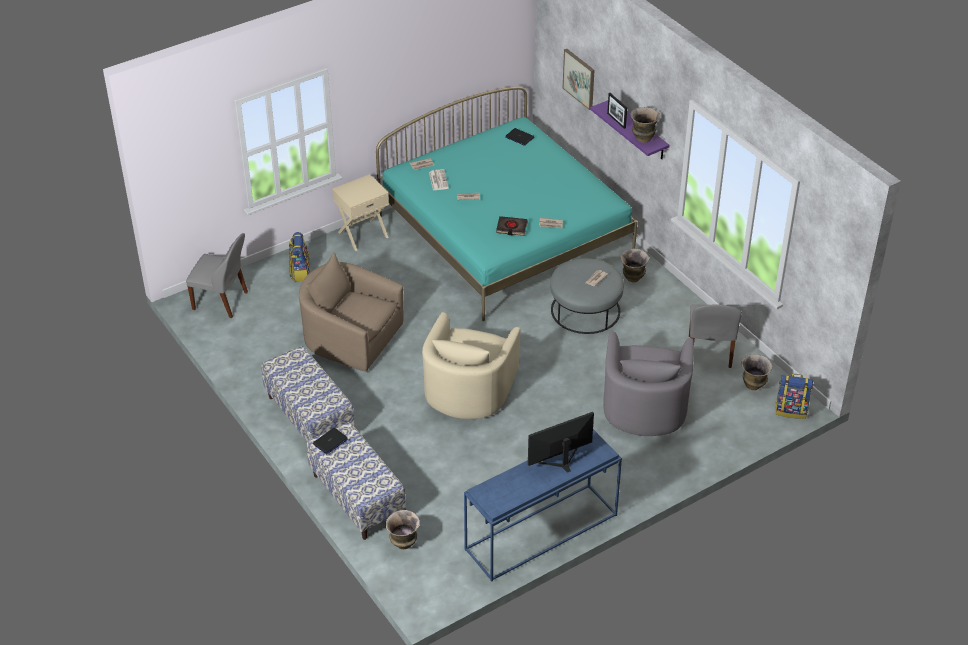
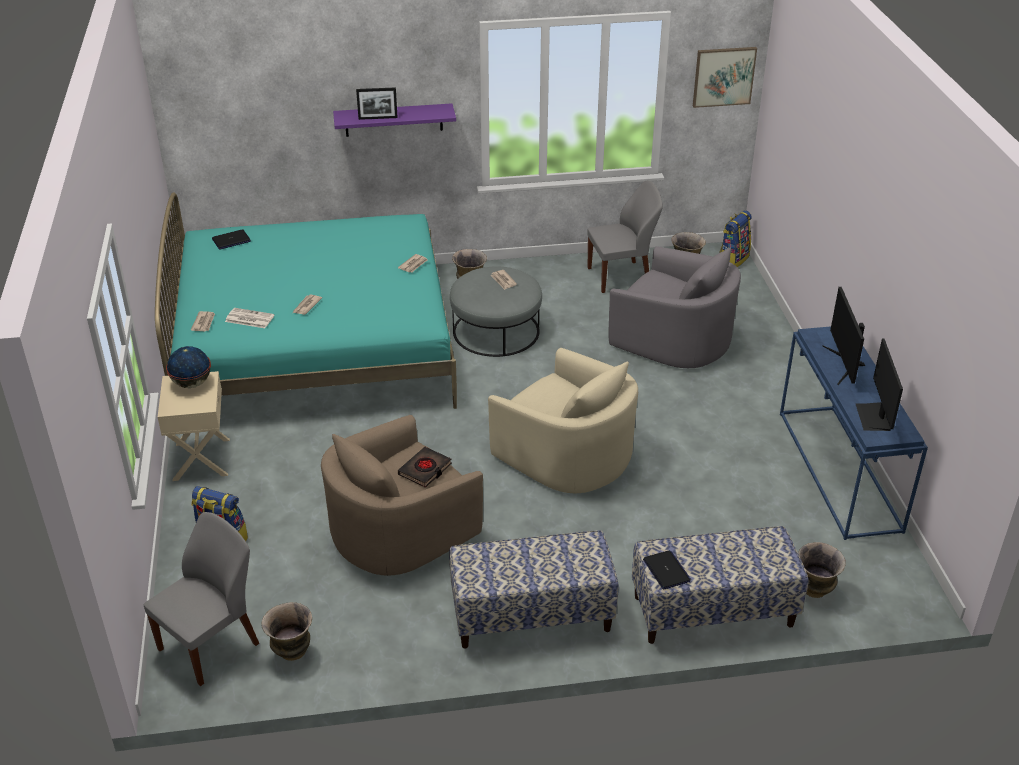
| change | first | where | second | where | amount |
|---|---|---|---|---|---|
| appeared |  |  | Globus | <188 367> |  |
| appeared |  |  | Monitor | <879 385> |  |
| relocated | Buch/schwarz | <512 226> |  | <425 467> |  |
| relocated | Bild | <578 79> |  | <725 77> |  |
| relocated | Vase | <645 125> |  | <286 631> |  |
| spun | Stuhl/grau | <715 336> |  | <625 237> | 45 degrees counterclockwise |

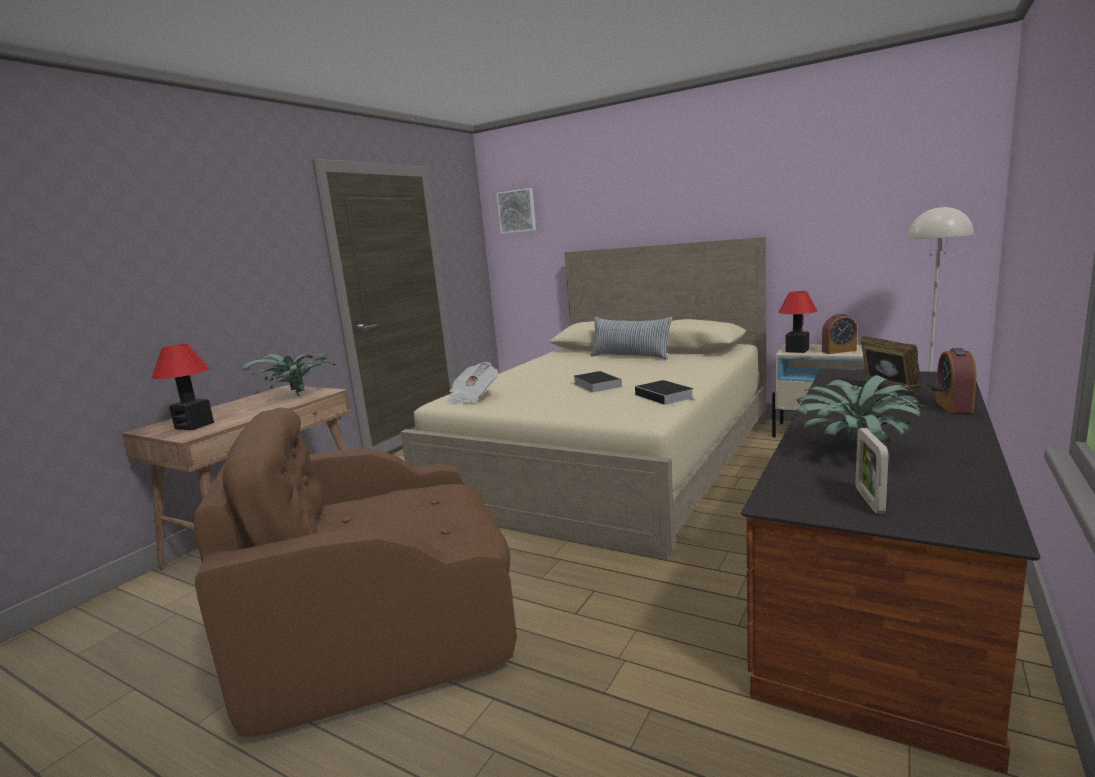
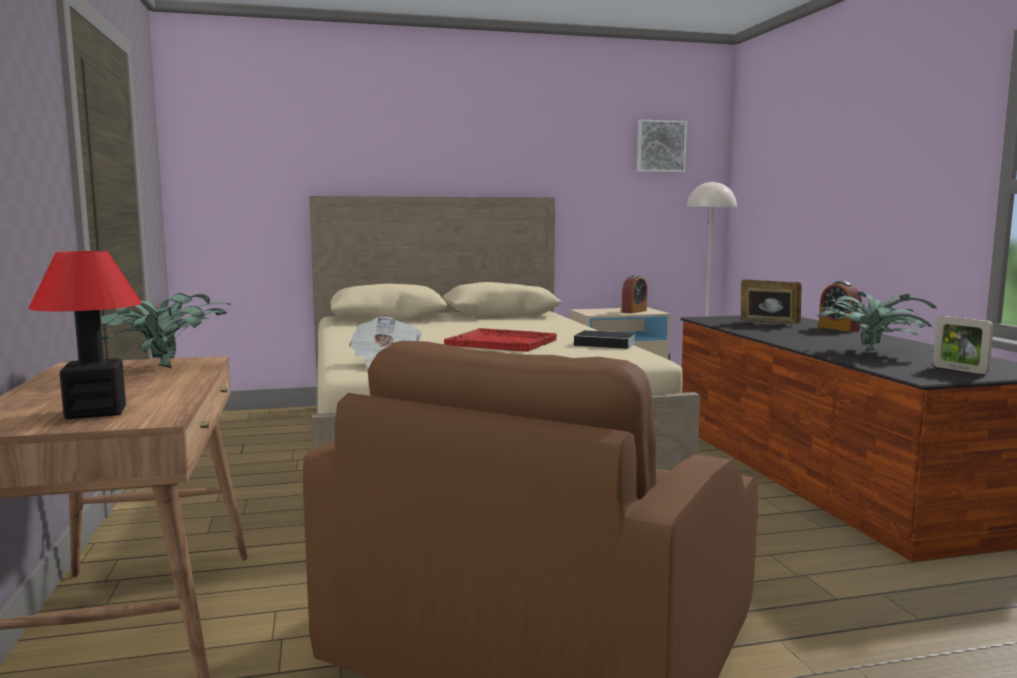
| change | first | where | second | where | amount |
|---|---|---|---|---|---|
| missing | Kissen | <631 338> |  |  |  |
| missing | Tischlampe | <798 322> |  |  |  |
| relocated | Bild | <516 211> |  | <662 146> |  |
| exchanged | Buch | <598 381> | Tablett/rot | <500 340> |  |

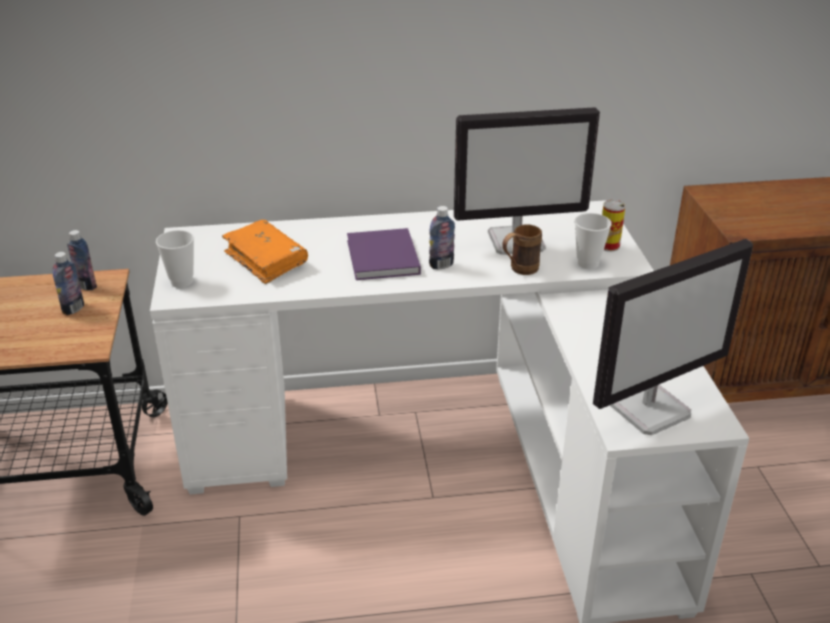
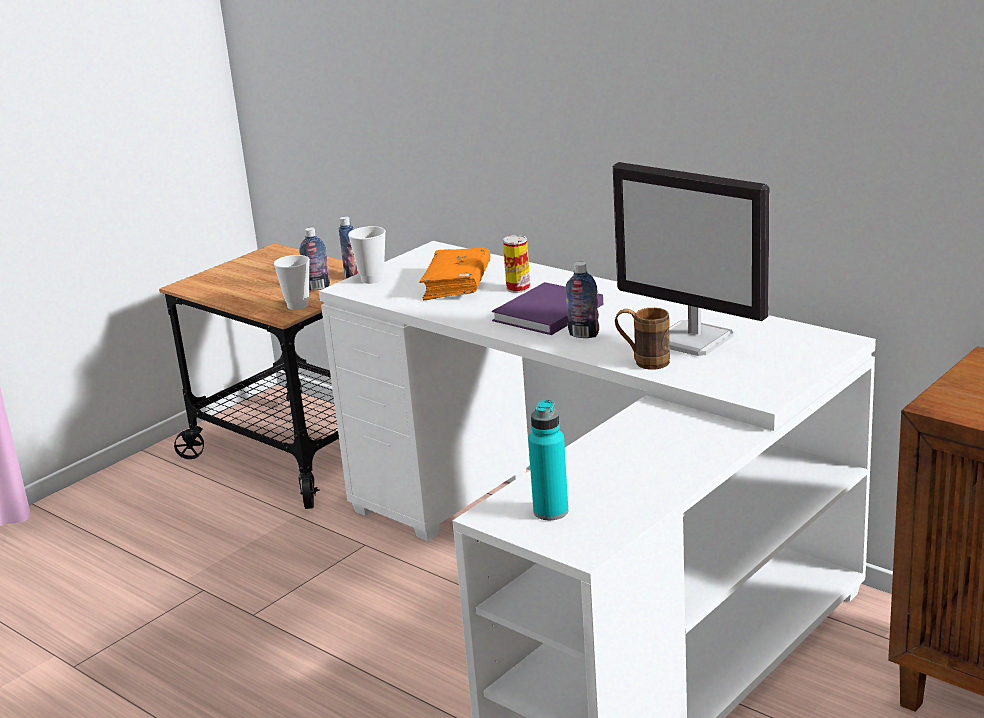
| change | first | where | second | where | amount |
|---|---|---|---|---|---|
| relocated | Tasse | <593 241> |  | <292 282> |  |
| relocated | Dose | <614 226> |  | <516 264> |  |
| exchanged | Monitor | <673 337> | Flasche/türkis | <548 459> |  |

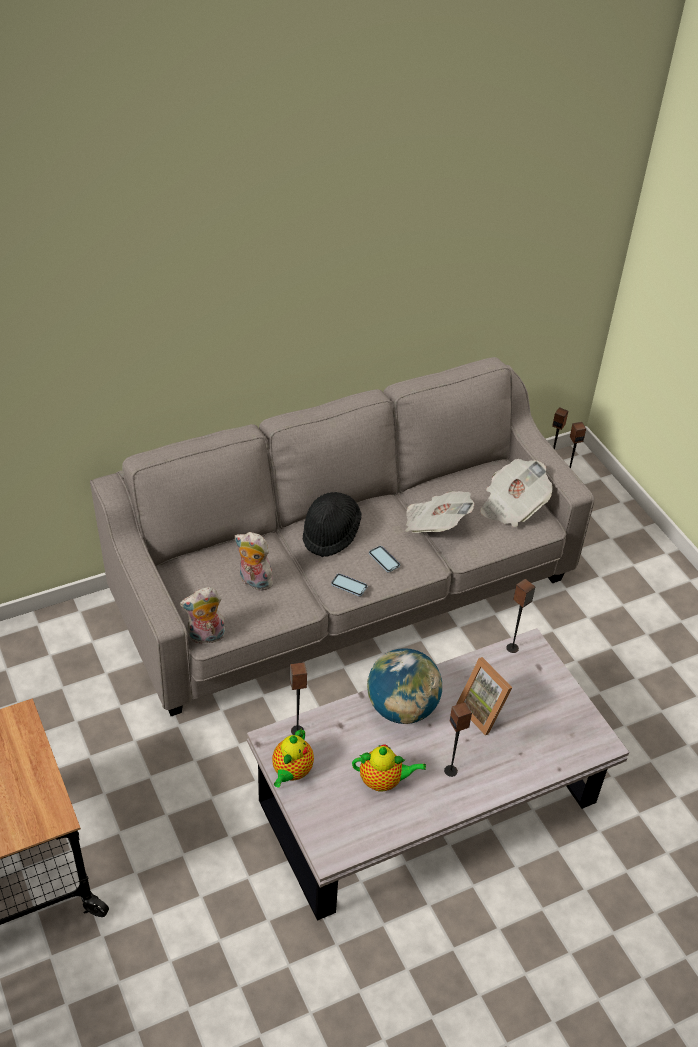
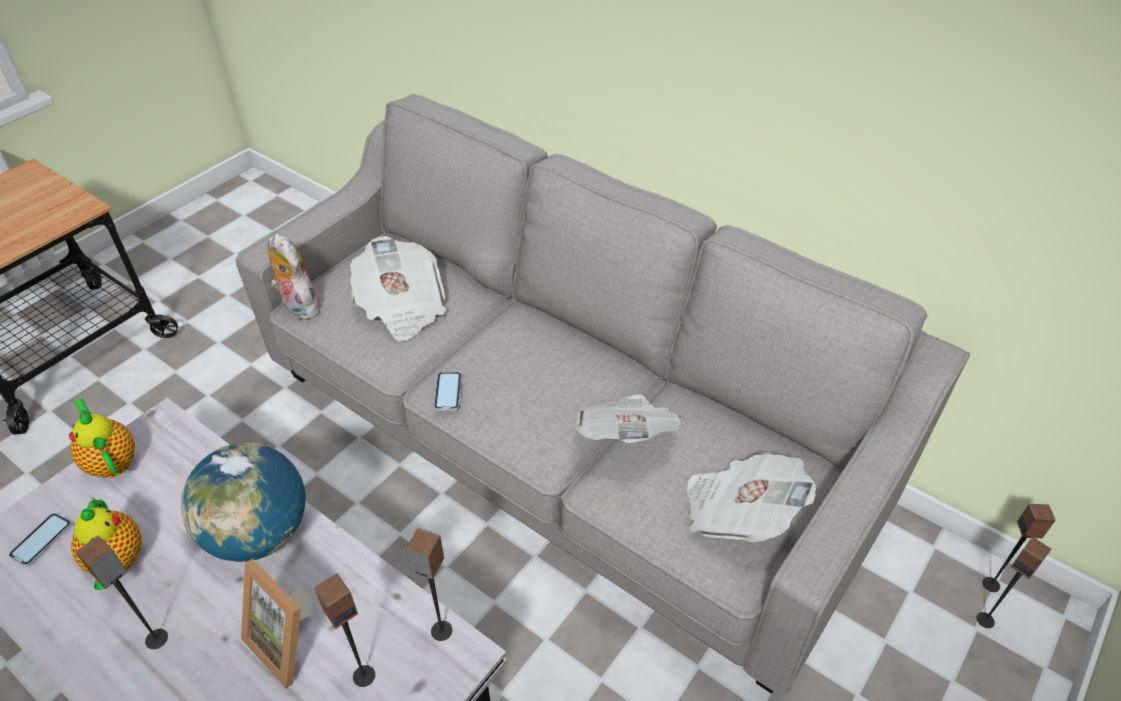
| change | first | where | second | where | amount |
|---|---|---|---|---|---|
| missing | Hut/schwarz | <332 524> |  |  |  |
| relocated | Lautsprecher | <298 698> |  | <344 630> |  |
| relocated | Handy | <384 559> |  | <40 539> |  |
| exchanged | Plüschtier | <254 561> | Zeitung | <398 289> |  |
| spun | Teekanne | <293 758> |  | <102 438> | 60 degrees clockwise |
| spun | Bilderrahmen | <484 696> |  | <277 623> | 75 degrees counterclockwise |

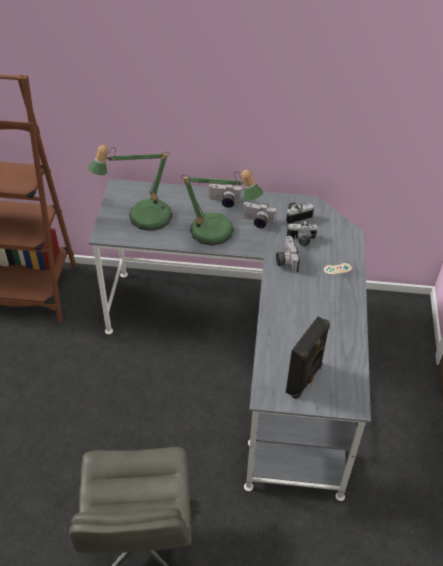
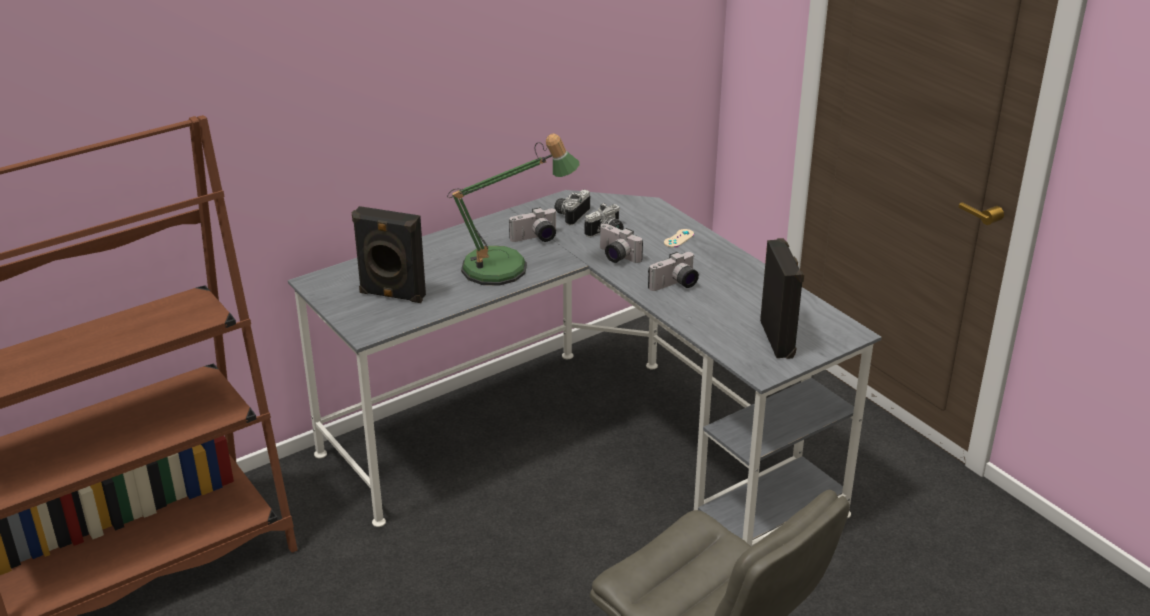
| change | first | where | second | where | amount |
|---|---|---|---|---|---|
| relocated | Kamera | <225 196> |  | <673 271> |  |
| exchanged | Tischlampe | <129 188> | Lautsprecher/schwarz | <389 254> |  |

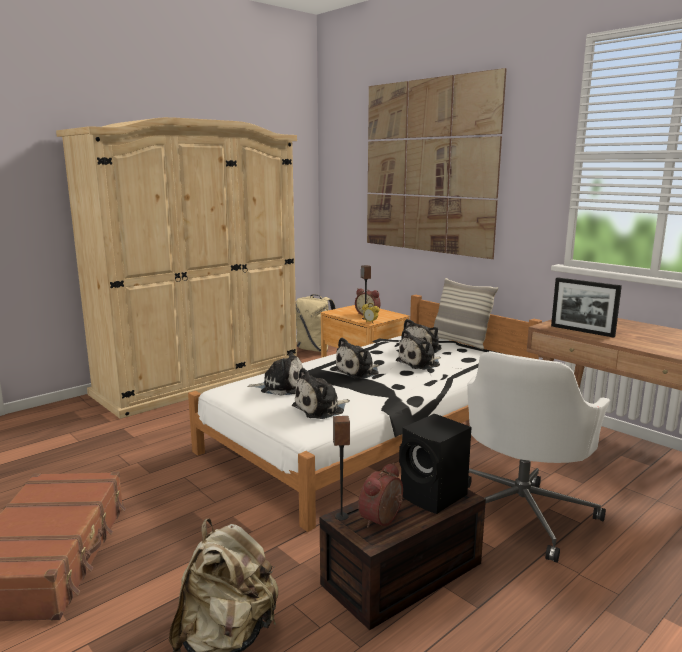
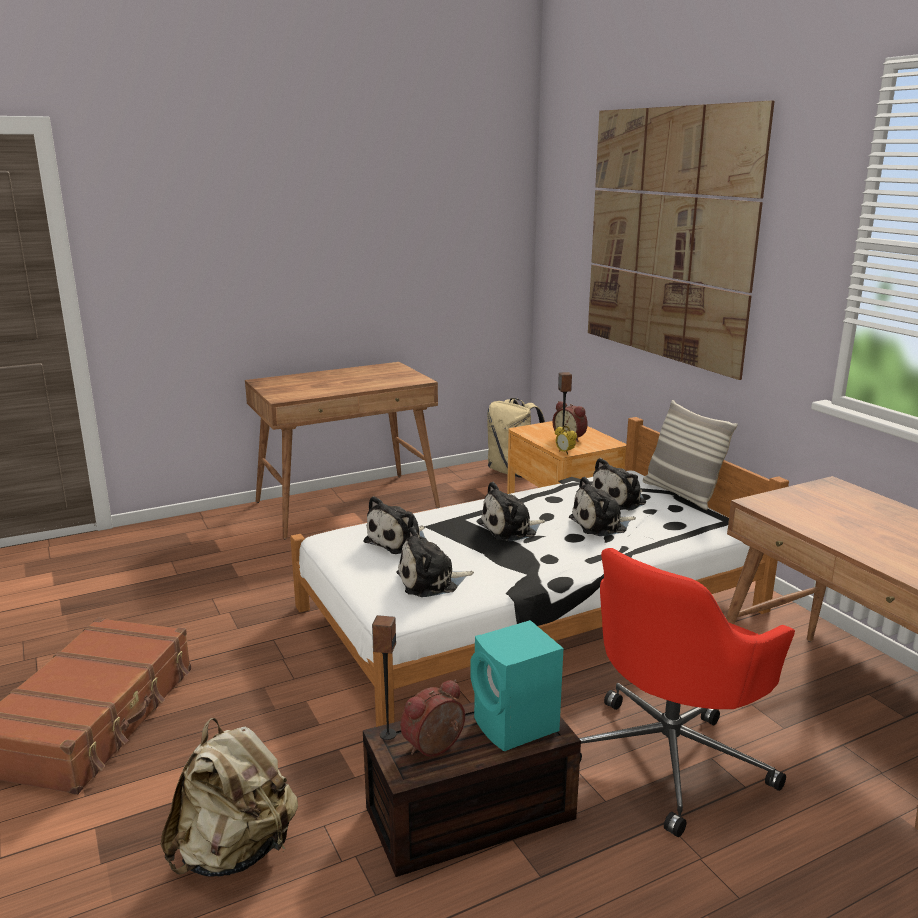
| change | first | where | second | where | amount |
|---|---|---|---|---|---|
| missing | Bilderrahmen | <586 307> |  |  |  |
| exchanged | Kleiderschrank/beige | <176 268> | Schreibtisch/braun | <342 450> |  |
| colour | Lautsprecher/schwarz | <435 463> | Lautsprecher/türkis | <516 686> |  |
| colour | Bürostuhl/weiß | <538 457> | Bürostuhl/rot | <687 692> |  |
| spun | Plüschtier | <275 374> |  | <395 525> | 105 degrees clockwise |

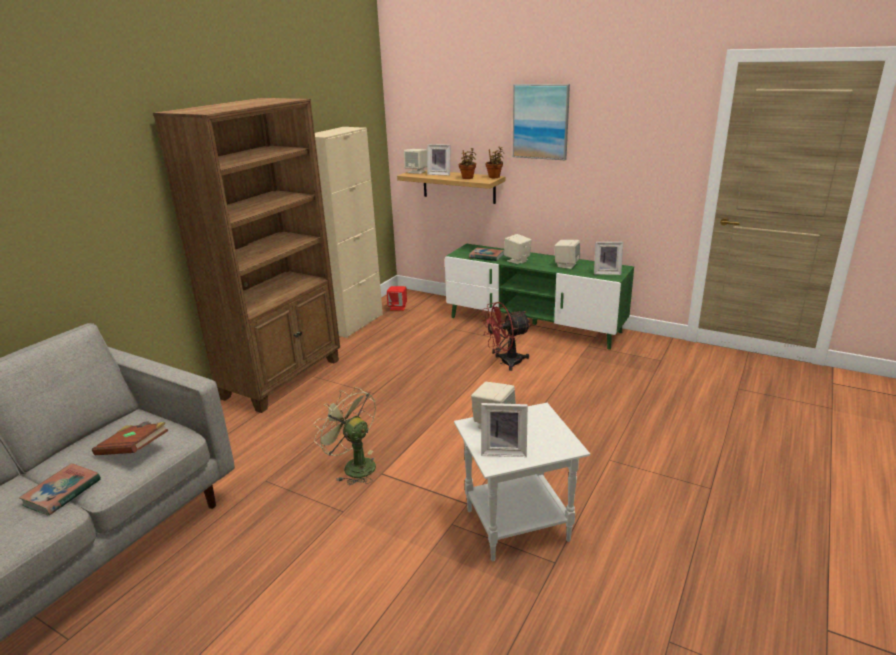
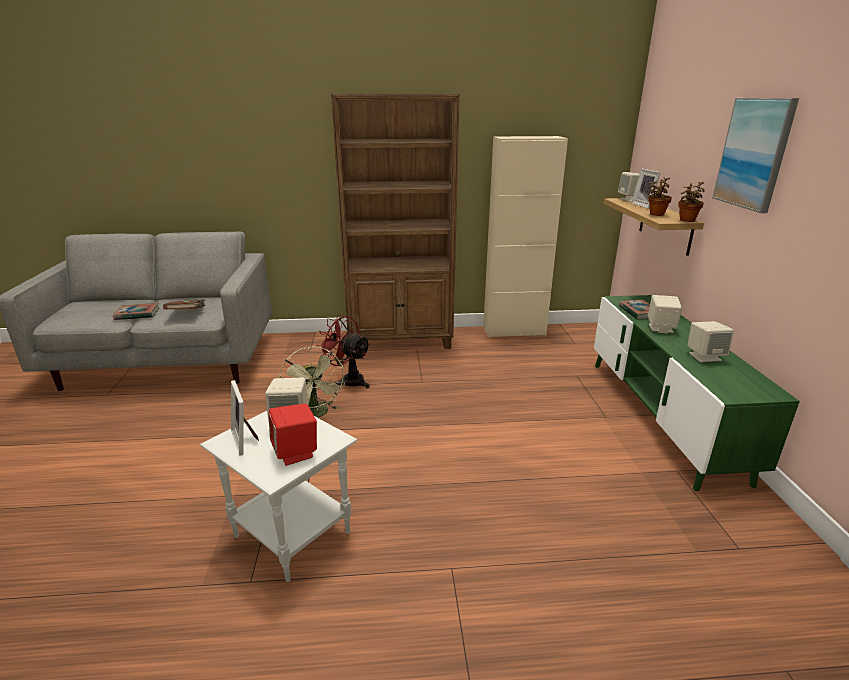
| change | first | where | second | where | amount |
|---|---|---|---|---|---|
| missing | Bilderrahmen | <608 258> |  |  |  |
| relocated | Lautsprecher/rot | <397 298> |  | <292 435> |  |
| relocated | Ventilator/rot | <506 336> |  | <343 351> |  |
| spun | Ventilator/grün | <344 436> |  | <312 382> | 150 degrees clockwise |

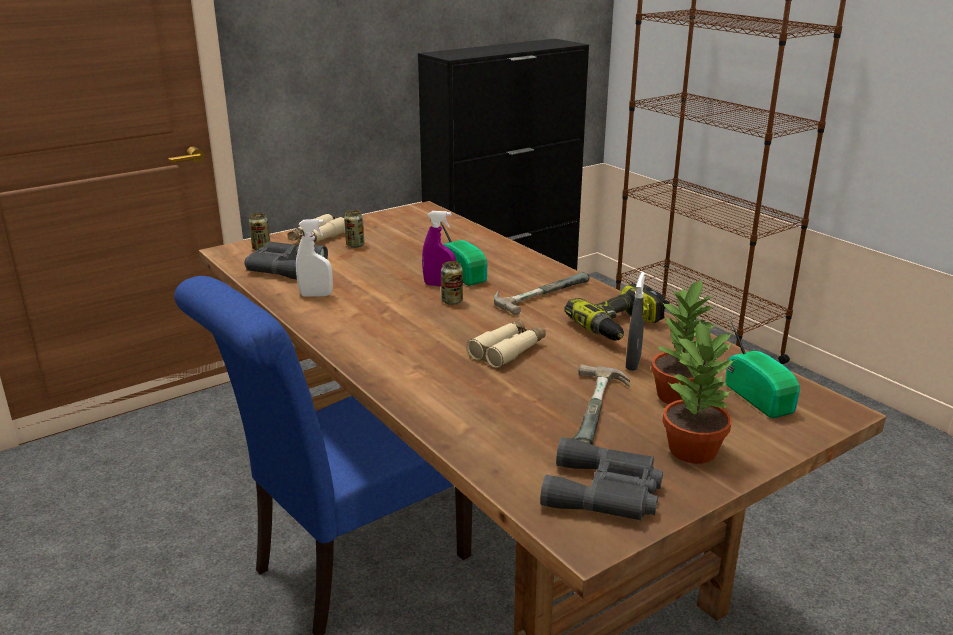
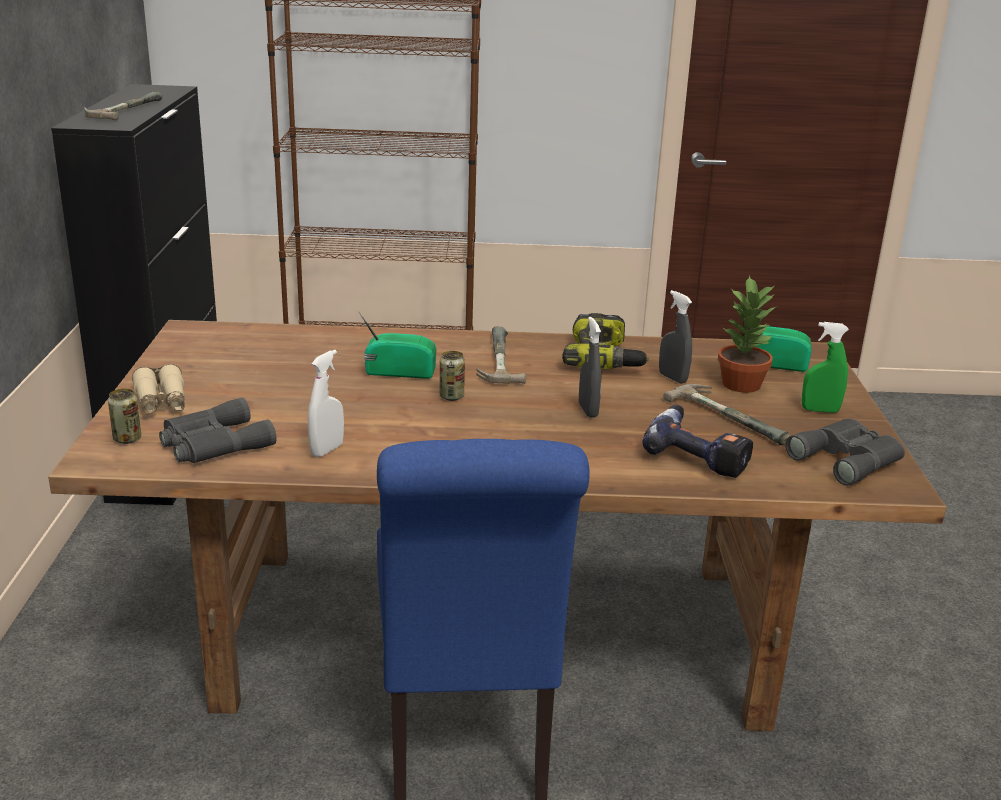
| change | first | where | second | where | amount |
|---|---|---|---|---|---|
| missing | Dose | <354 229> |  |  |  |
| missing | Sprühflasche/lila | <439 248> |  |  |  |
| appeared |  |  | Hammer | <123 106> |  |
| appeared |  |  | Bohrmaschine | <697 441> |  |
| exchanged | Fernglas/beige | <506 344> | Sprühflasche/grau | <590 367> |  |
| exchanged | Topfpflanze | <699 392> | Sprühflasche/grün | <825 367> |  |

